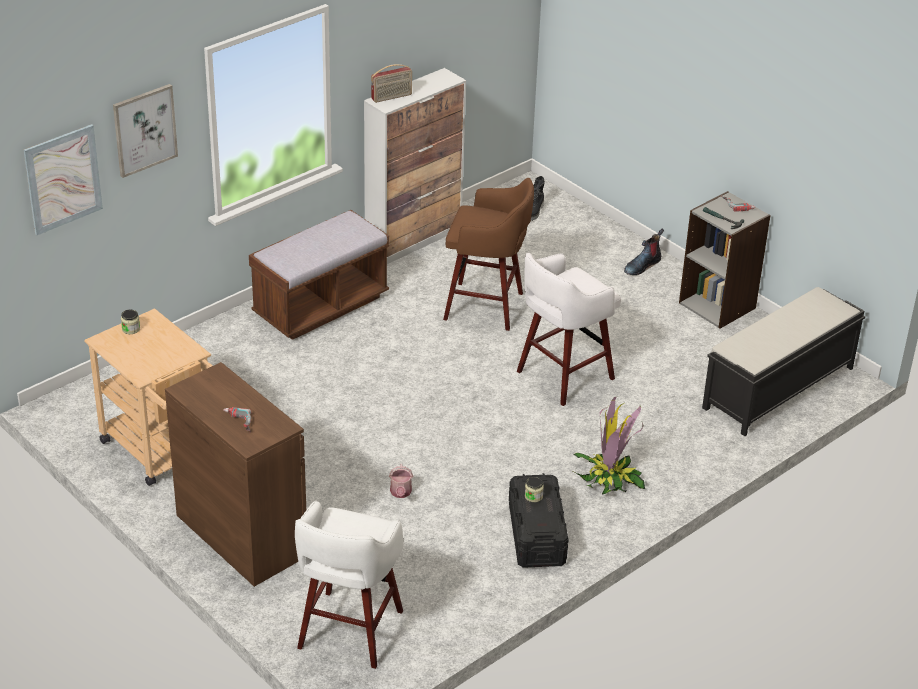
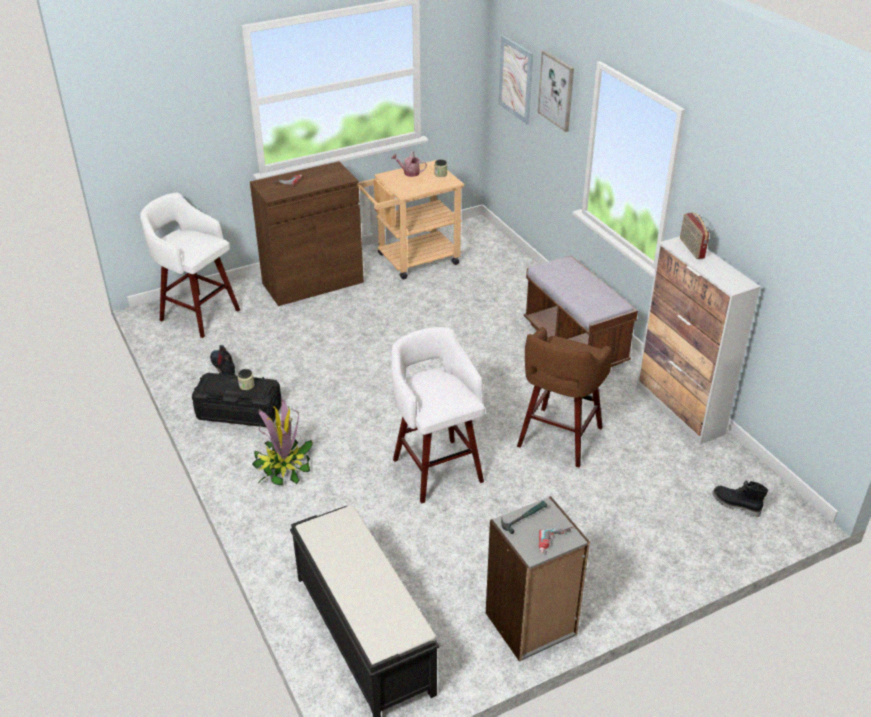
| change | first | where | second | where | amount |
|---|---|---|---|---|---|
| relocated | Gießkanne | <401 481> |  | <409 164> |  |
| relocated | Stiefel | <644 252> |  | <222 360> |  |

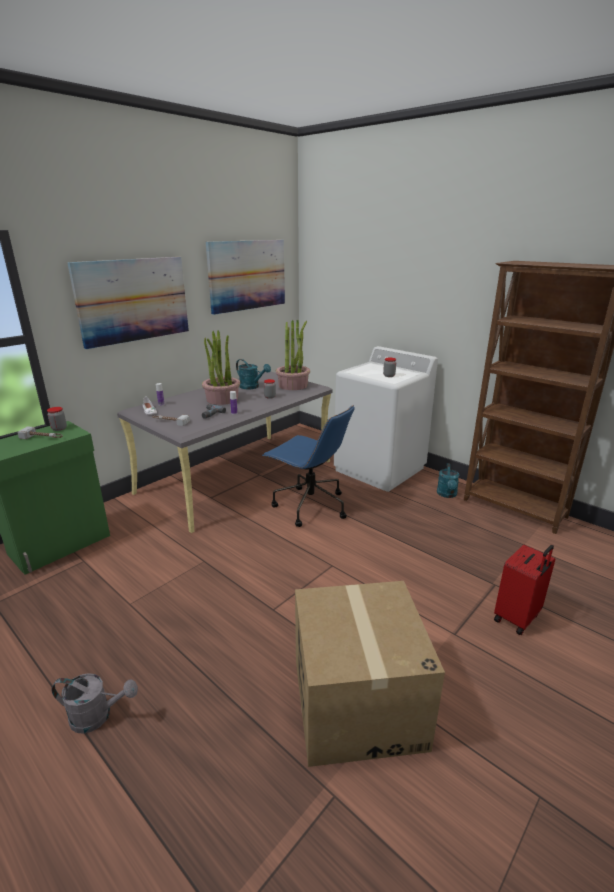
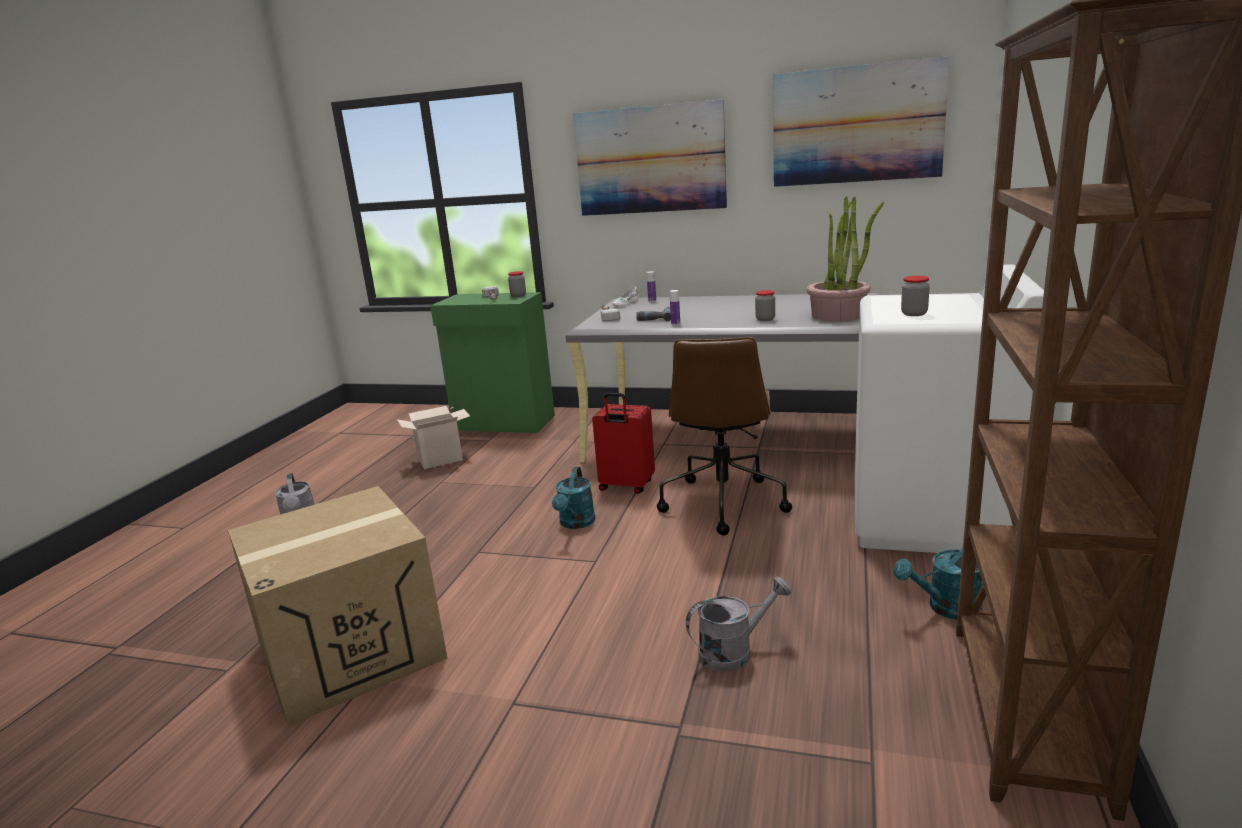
| change | first | where | second | where | amount |
|---|---|---|---|---|---|
| missing | Topfpflanze | <221 367> |  |  |  |
| appeared |  |  | Karton | <433 437> |  |
| appeared |  |  | Gießkanne/grau | <738 624> |  |
| relocated | Gießkanne/türkis | <253 374> |  | <574 498> |  |
| relocated | Koffer/rot | <524 590> |  | <623 443> |  |
| colour | Bürostuhl/blau | <308 466> | Bürostuhl/braun | <724 436> |  |

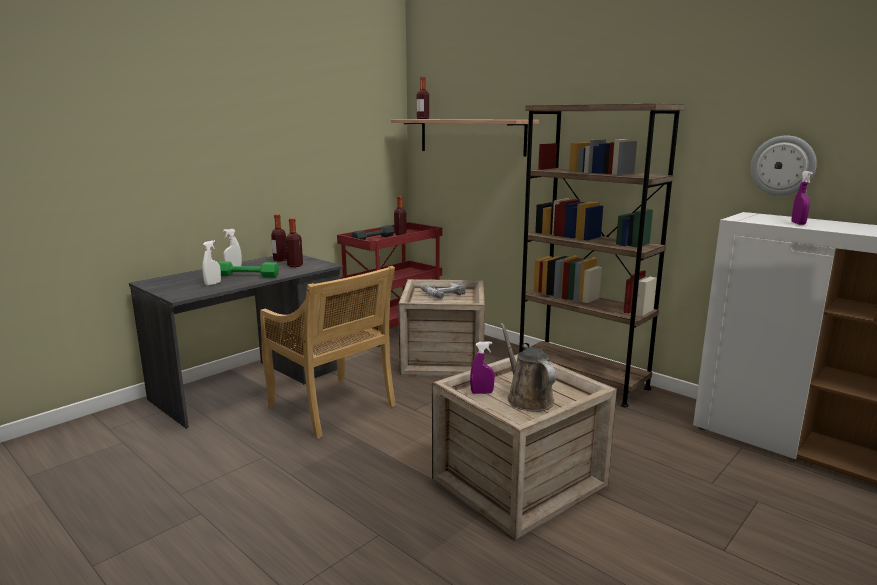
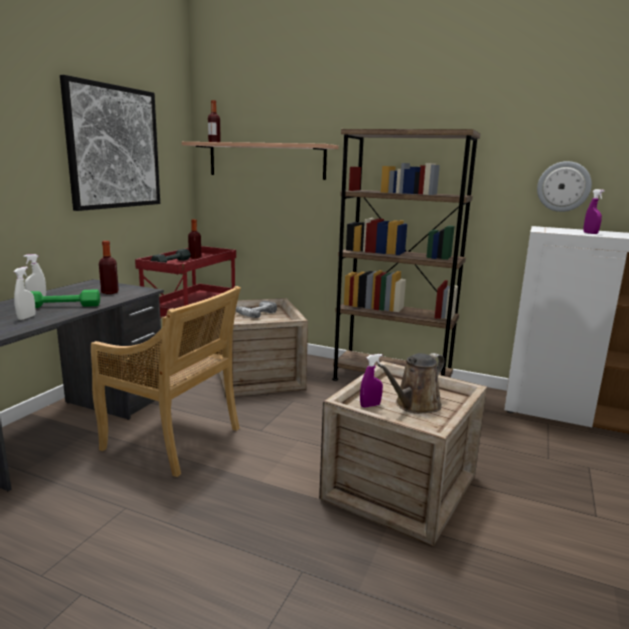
| change | first | where | second | where | amount |
|---|---|---|---|---|---|
| missing | Flasche | <279 237> |  |  |  |
| appeared |  |  | Bild | <110 143> |  |
| spun | Gießkanne/braun | <528 367> |  | <411 383> | 90 degrees counterclockwise |

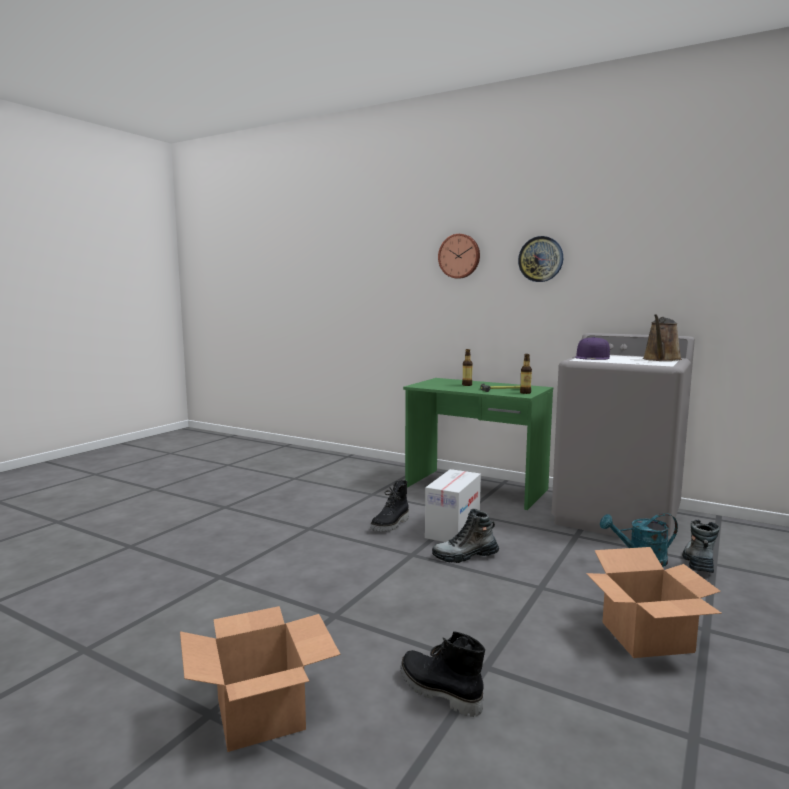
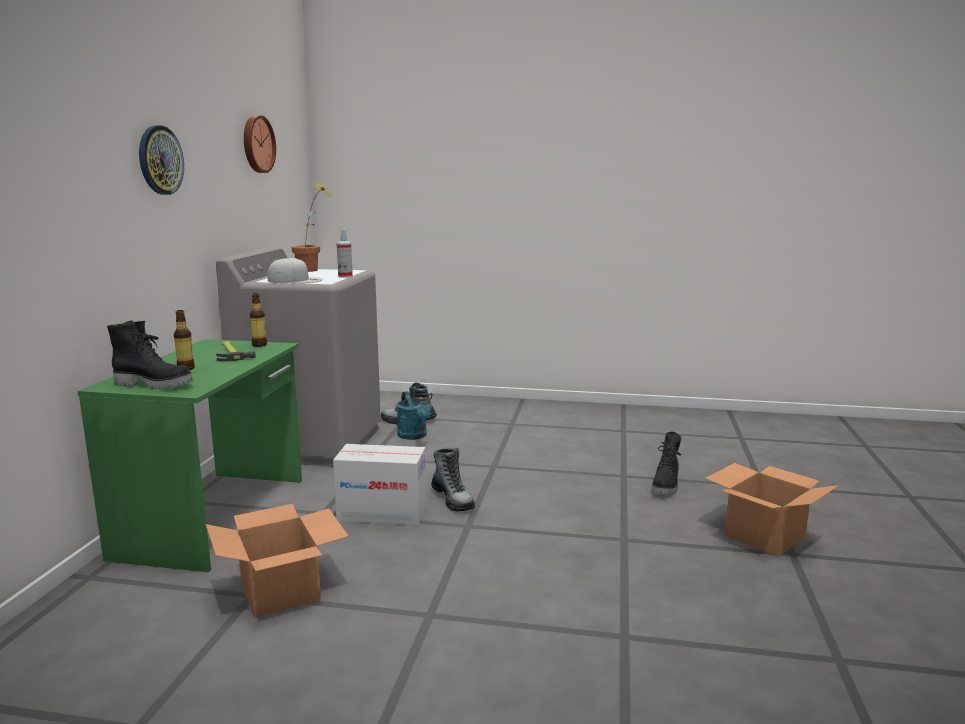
| change | first | where | second | where | amount |
|---|---|---|---|---|---|
| appeared |  |  | Sprühflasche | <345 254> |  |
| relocated | Stiefel/schwarz | <389 506> |  | <150 355> |  |
| relocated | Wanduhr | <459 256> |  | <260 144> |  |
| relocated | Karton | <654 602> |  | <277 561> |  |
| exchanged | Gießkanne/braun | <662 337> | Topfpflanze | <310 227> |  |
| colour | Kappe/lila | <592 348> | Kappe/weiß | <295 270> |  |

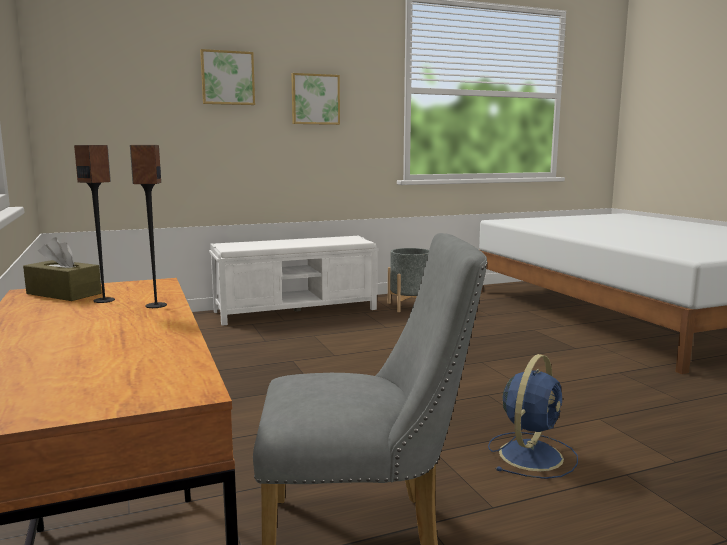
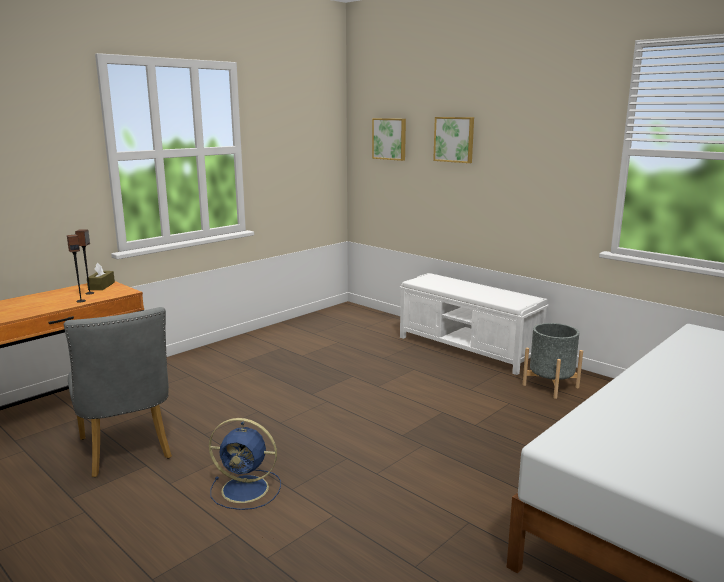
| change | first | where | second | where | amount |
|---|---|---|---|---|---|
| relocated | Bild | <315 99> |  | <389 139> |  |

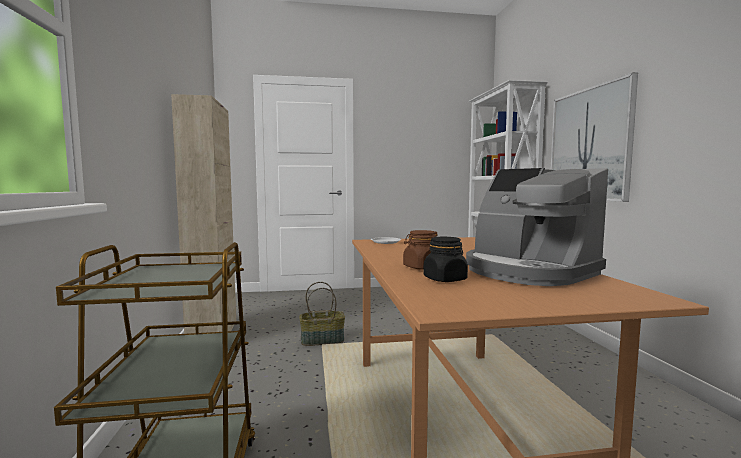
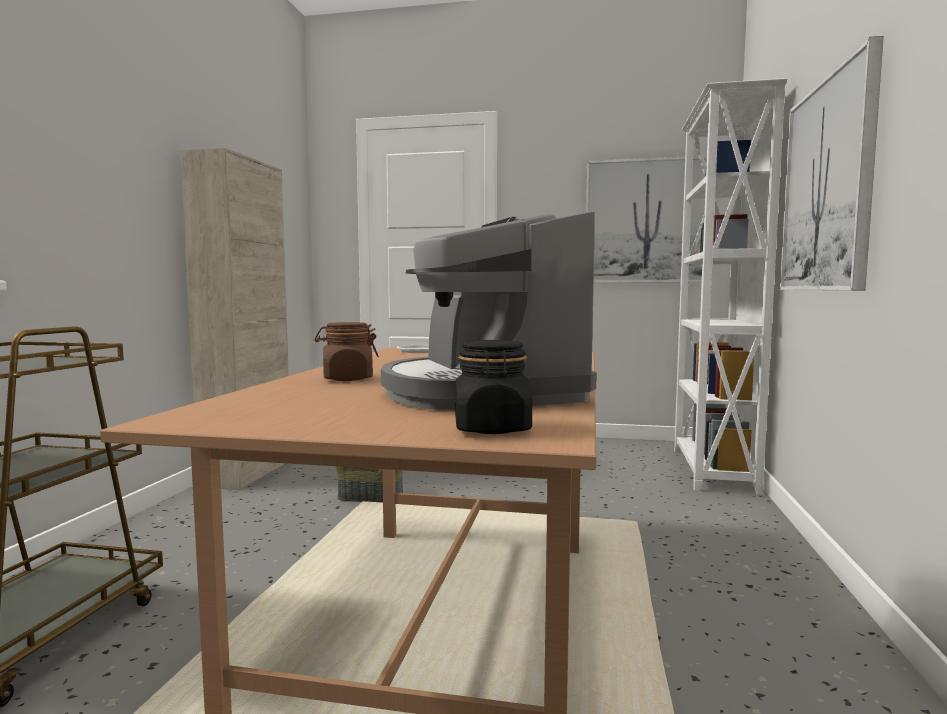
| change | first | where | second | where | amount |
|---|---|---|---|---|---|
| appeared |  |  | Bild | <646 219> |  |
| relocated | Vorratsglas/schwarz | <445 259> |  | <493 387> |  |

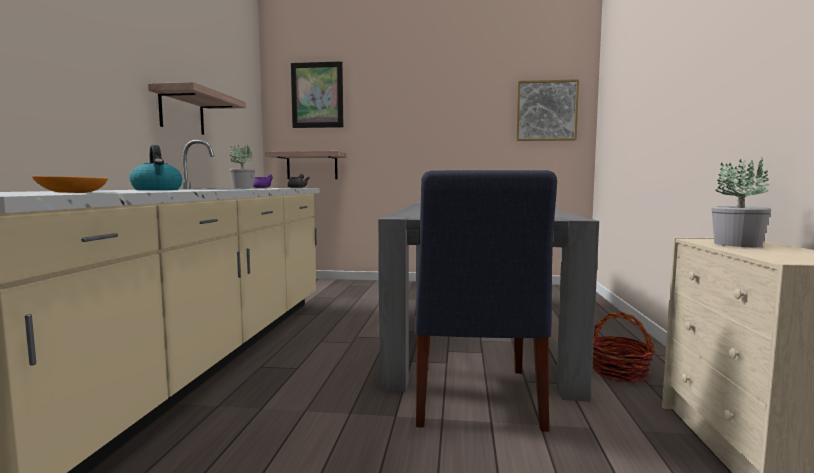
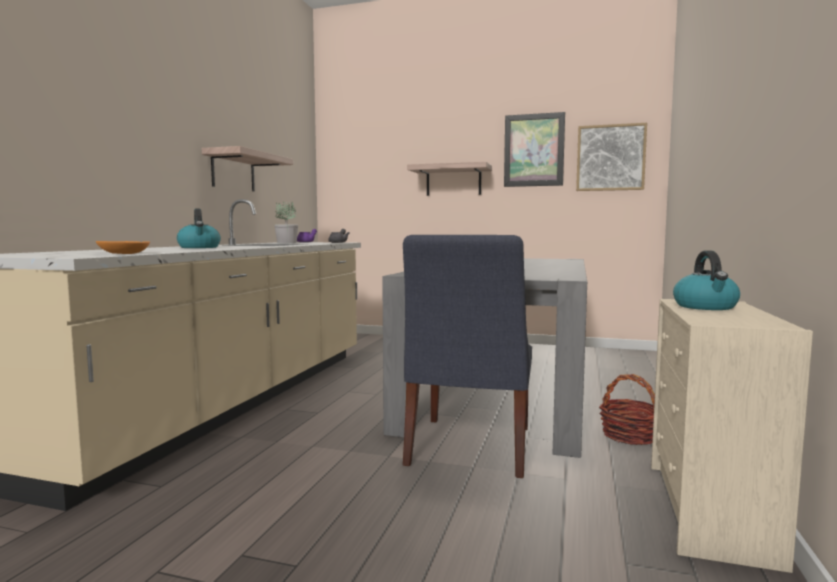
| change | first | where | second | where | amount |
|---|---|---|---|---|---|
| relocated | Wandregal | <306 165> |  | <449 179> |  |
| relocated | Bild | <317 94> |  | <534 149> |  |
| exchanged | Topfpflanze | <741 202> | Wasserkessel | <706 280> |  |

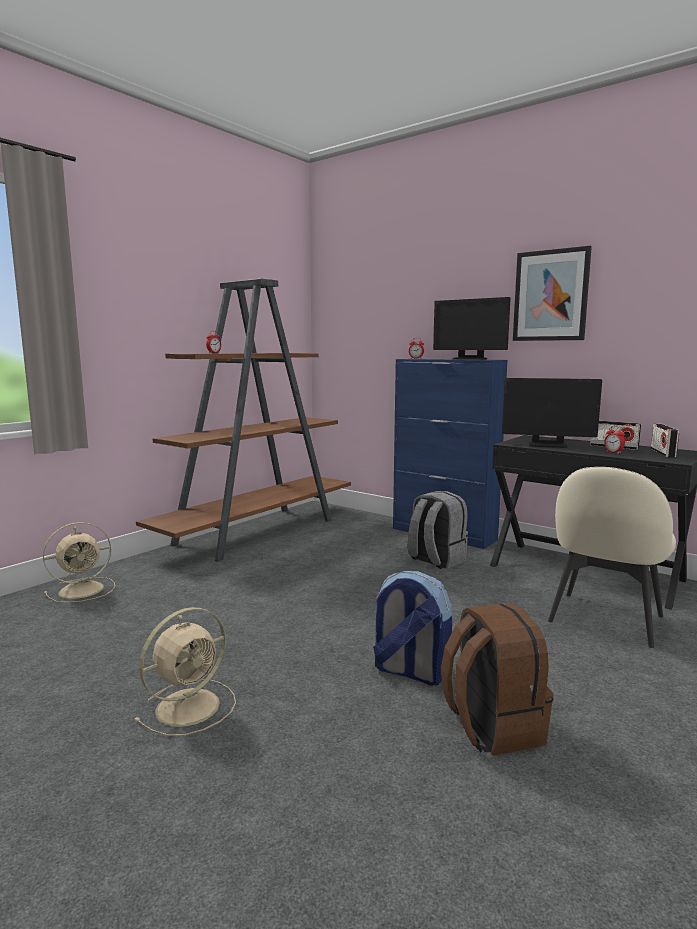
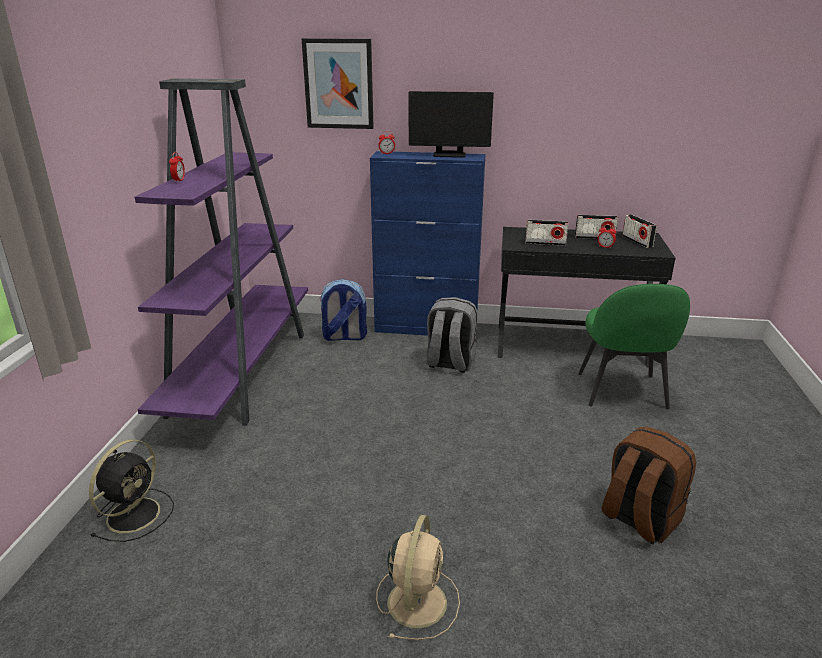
| change | first | where | second | where | amount |
|---|---|---|---|---|---|
| relocated | Rucksack | <412 628> |  | <343 310> |  |
| relocated | Bild | <552 293> |  | <338 83> |  |
| exchanged | Monitor | <552 413> | Radio | <546 233> |  |
| colour | Ventilator/beige | <79 562> | Ventilator/schwarz | <131 490> |  |
| colour | Bücherregal/braun | <243 420> | Bücherregal/lila | <221 252> |  |
| colour | Stuhl/beige | <612 557> | Stuhl/grün | <634 346> |  |

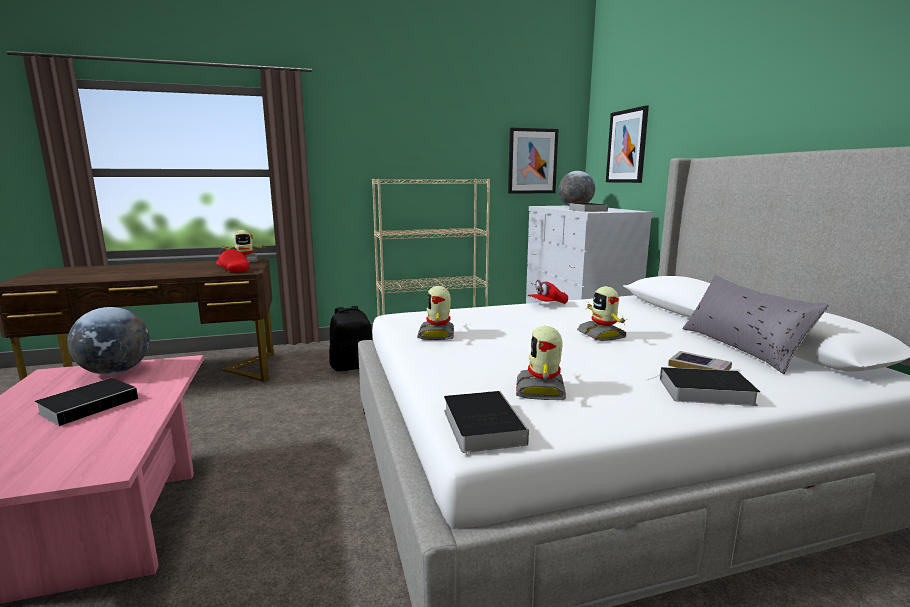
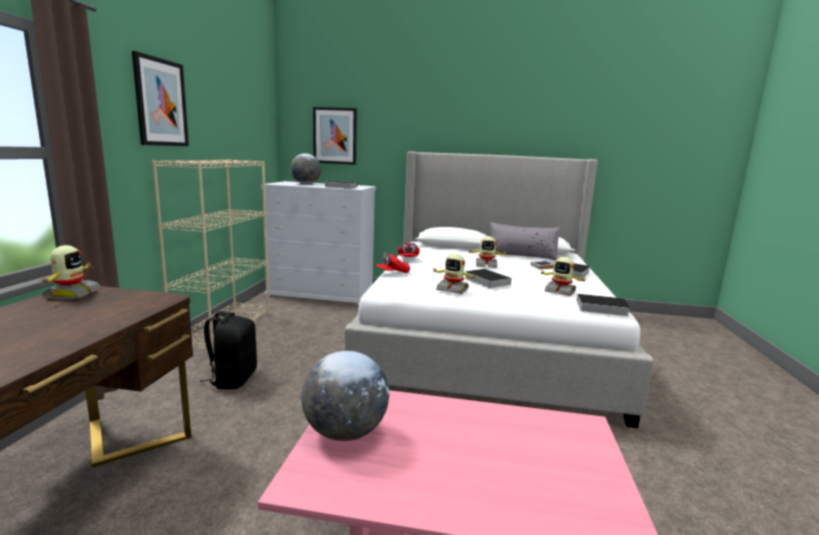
| change | first | where | second | where | amount |
|---|---|---|---|---|---|
| relocated | Buch | <92 402> |  | <487 278> |  |
| relocated | Kappe/rot | <232 260> |  | <392 262> |  |
| relocated | Bild | <533 161> |  | <160 98> |  |

